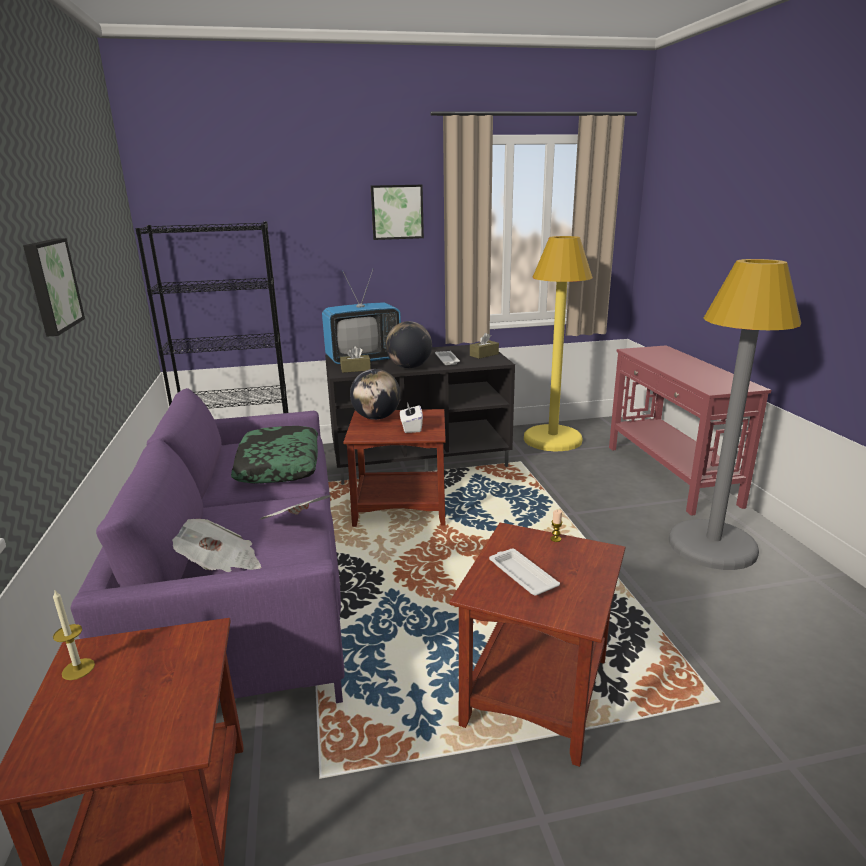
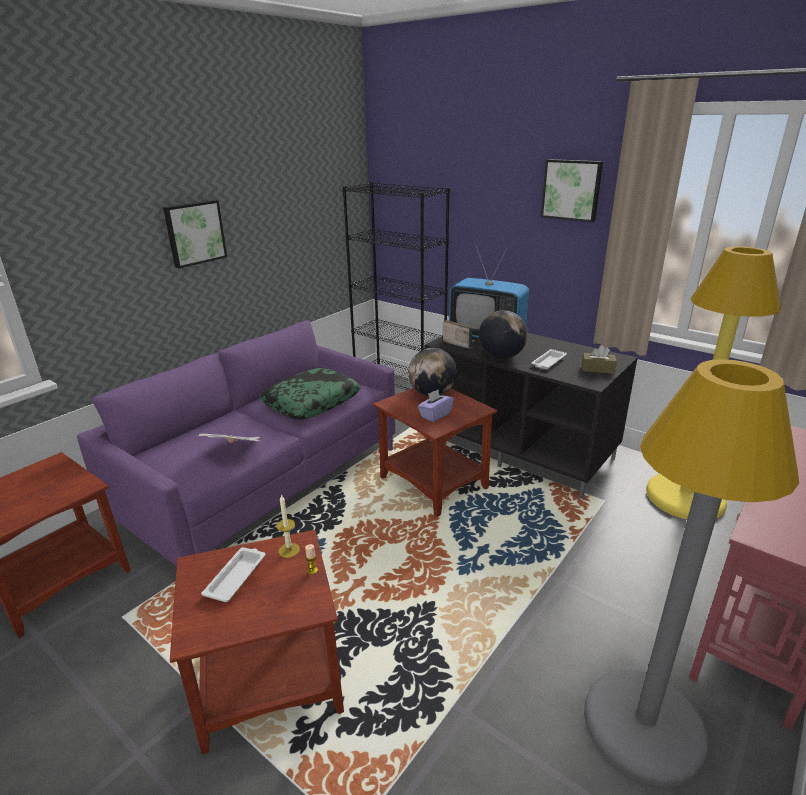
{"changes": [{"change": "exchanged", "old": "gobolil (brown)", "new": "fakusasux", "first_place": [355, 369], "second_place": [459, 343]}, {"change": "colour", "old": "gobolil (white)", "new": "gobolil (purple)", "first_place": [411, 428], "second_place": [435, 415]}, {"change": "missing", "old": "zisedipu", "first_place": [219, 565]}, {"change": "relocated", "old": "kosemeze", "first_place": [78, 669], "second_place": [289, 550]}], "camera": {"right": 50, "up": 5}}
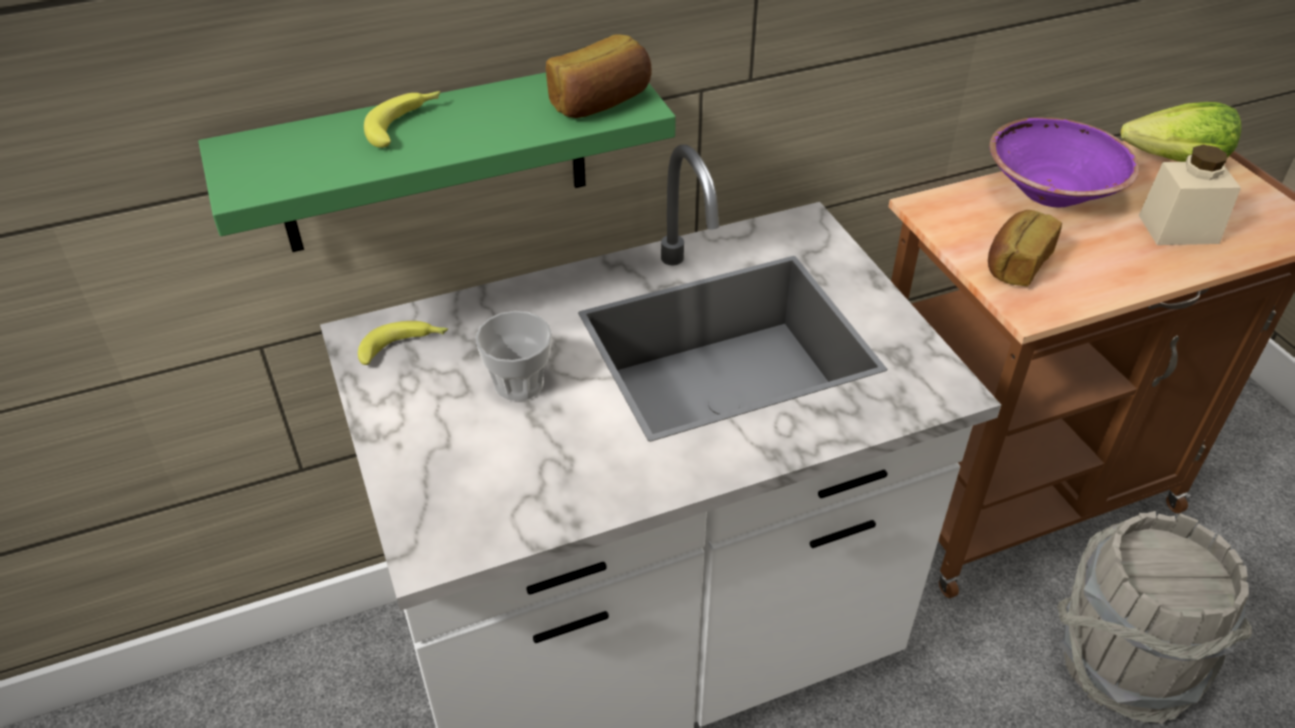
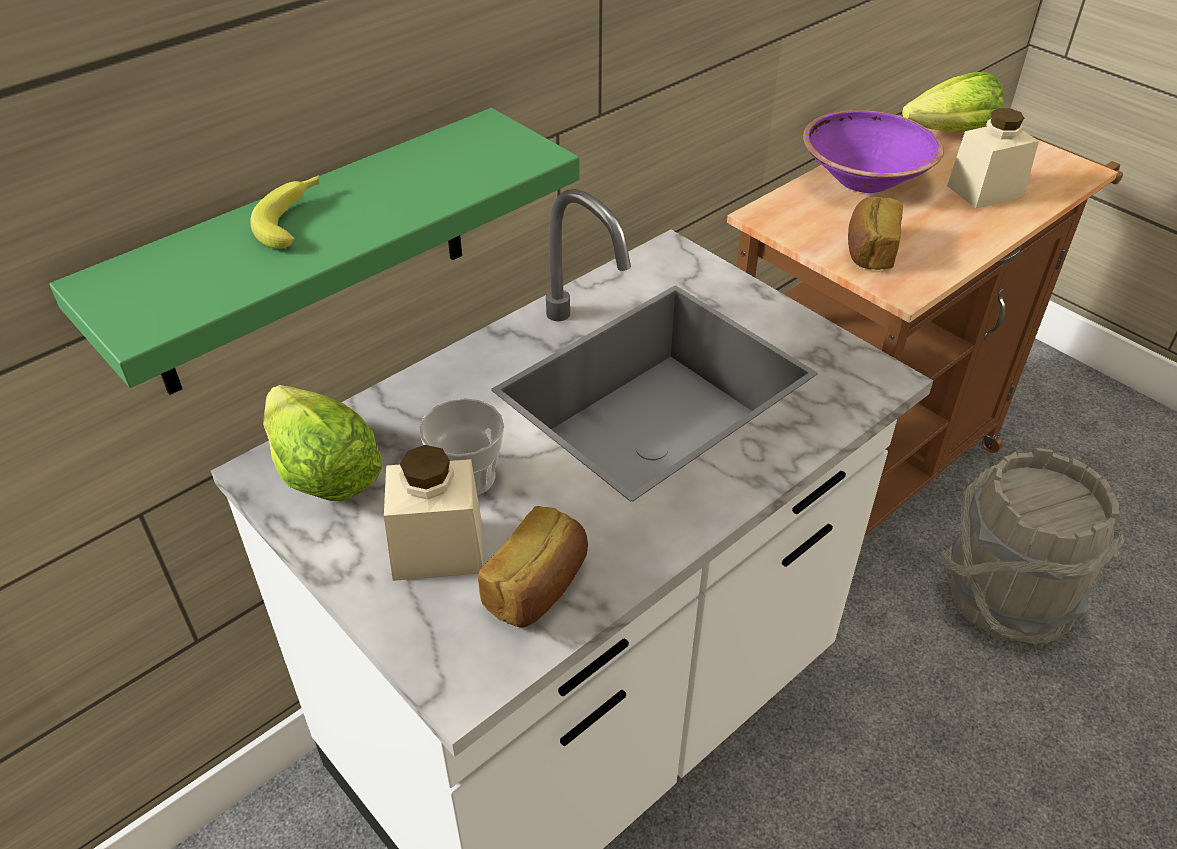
{"changes": [{"change": "relocated", "old": "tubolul", "first_place": [601, 102], "second_place": [538, 588]}, {"change": "exchanged", "old": "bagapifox", "new": "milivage", "first_place": [404, 347], "second_place": [322, 471]}, {"change": "appeared", "new": "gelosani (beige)", "second_place": [438, 549]}], "camera": {"right": -20, "up": 0}}
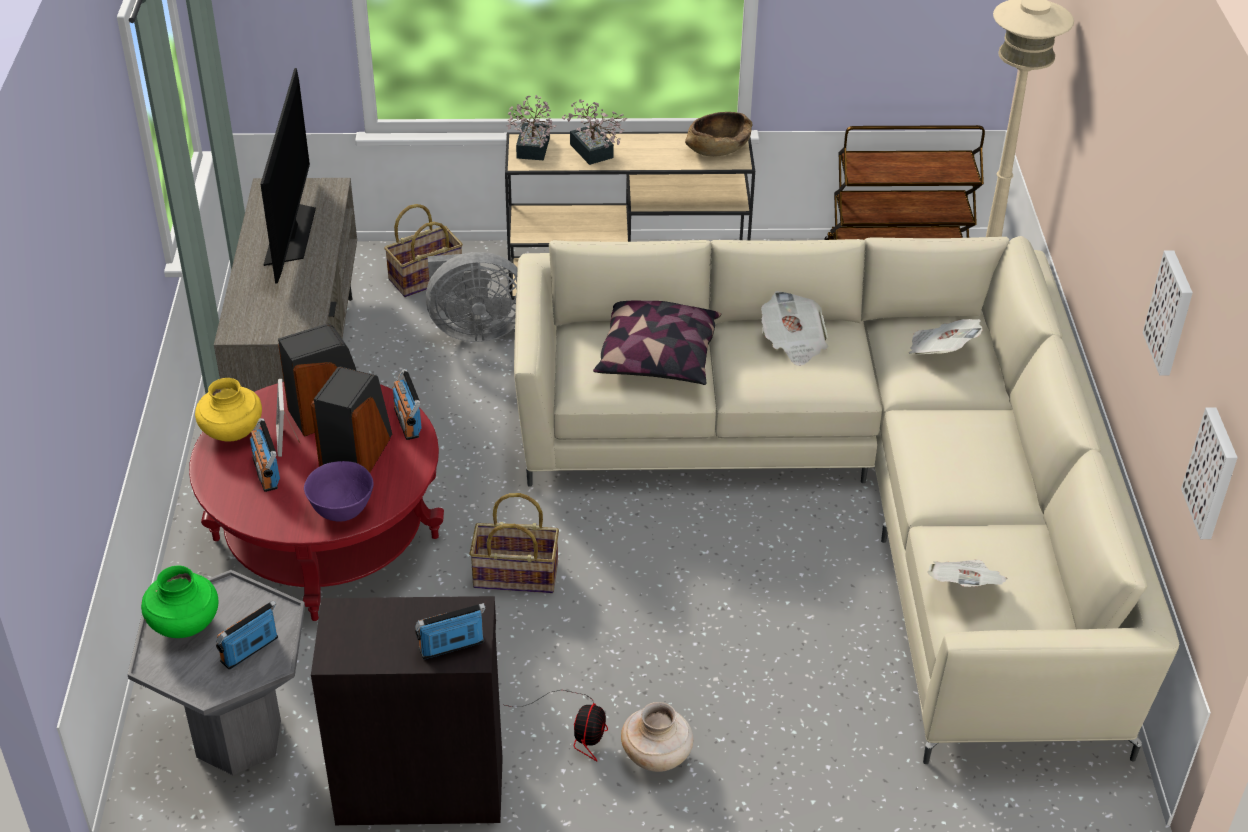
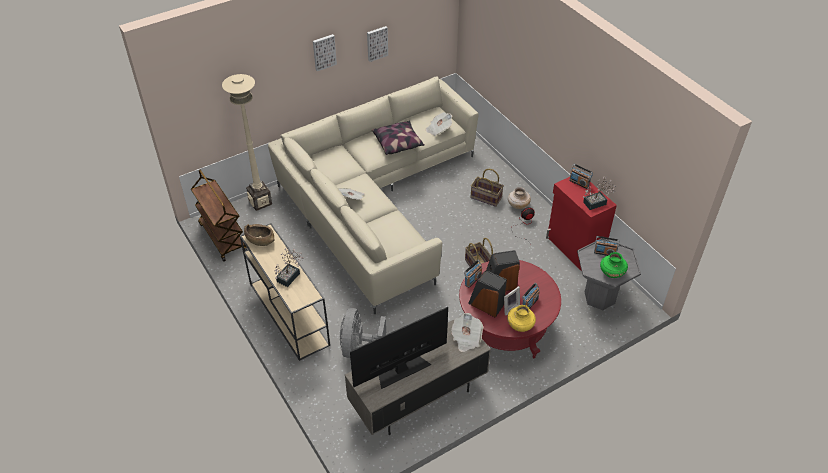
{"changes": [{"change": "relocated", "old": "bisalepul", "first_place": [531, 151], "second_place": [597, 202]}, {"change": "relocated", "old": "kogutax", "first_place": [425, 277], "second_place": [485, 198]}, {"change": "spun", "old": "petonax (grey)", "first_place": [475, 329], "second_place": [358, 346], "degrees": -135}, {"change": "relocated", "old": "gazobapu", "first_place": [657, 359], "second_place": [398, 143]}, {"change": "relocated", "old": "zisedipu", "first_place": [941, 351], "second_place": [466, 338]}, {"change": "relocated", "old": "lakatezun", "first_place": [1214, 473], "second_place": [324, 52]}, {"change": "missing", "old": "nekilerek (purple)", "first_place": [342, 510]}, {"change": "colour", "old": "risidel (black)", "new": "risidel (red)", "first_place": [419, 785], "second_place": [574, 248]}], "camera": {"right": -120, "up": 5}}
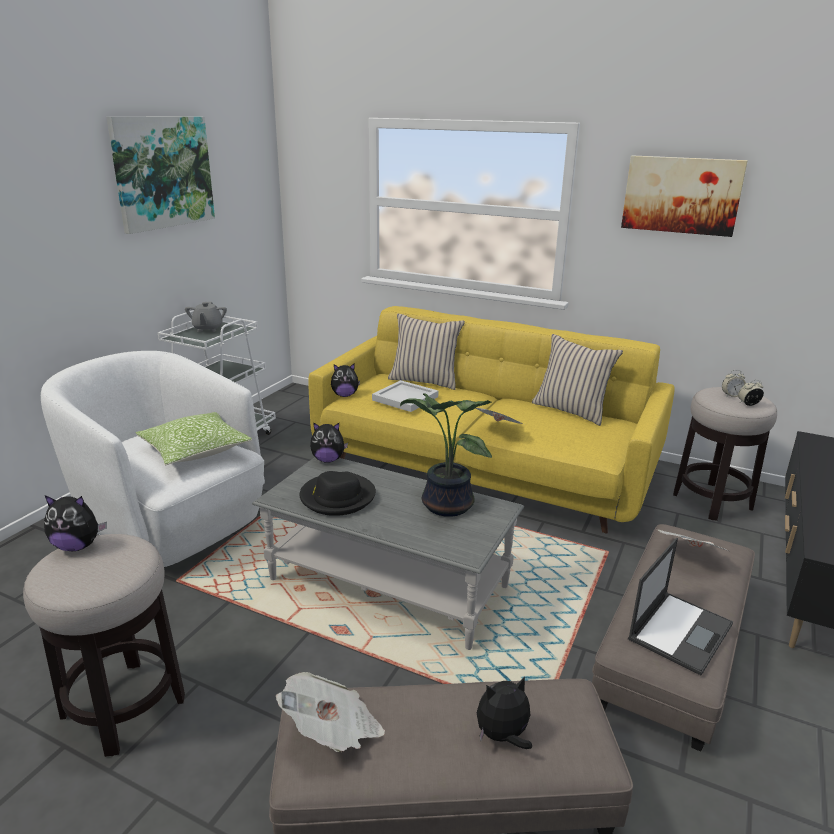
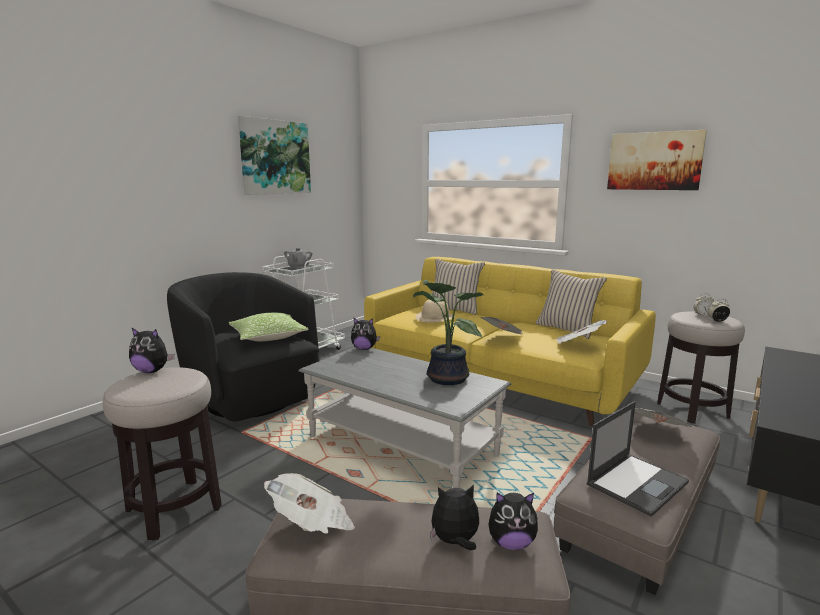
{"changes": [{"change": "colour", "old": "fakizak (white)", "new": "fakizak (black)", "first_place": [171, 524], "second_place": [250, 398]}, {"change": "relocated", "old": "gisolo", "first_place": [345, 395], "second_place": [511, 543]}, {"change": "exchanged", "old": "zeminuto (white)", "new": "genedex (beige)", "first_place": [405, 398], "second_place": [435, 317]}, {"change": "missing", "old": "genedex (black)", "first_place": [337, 497]}, {"change": "appeared", "new": "zisedipu", "second_place": [578, 344]}], "camera": {"right": 10, "up": -10}}
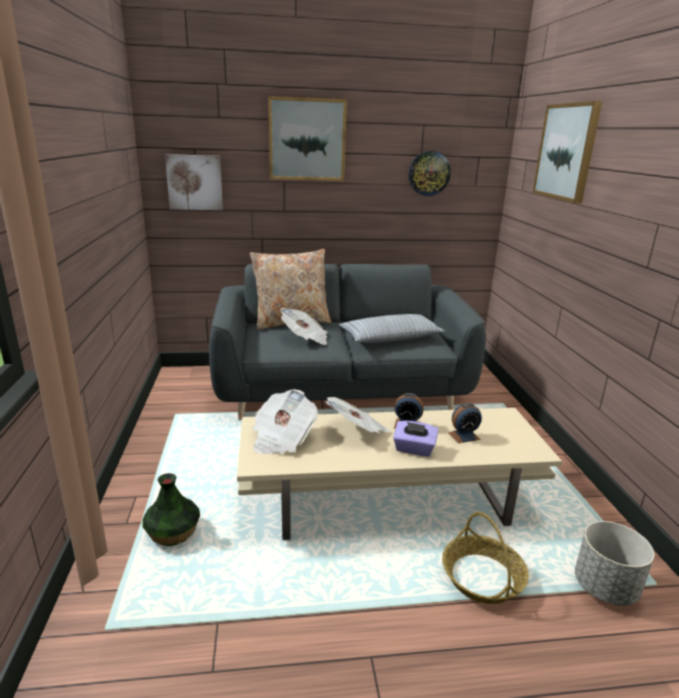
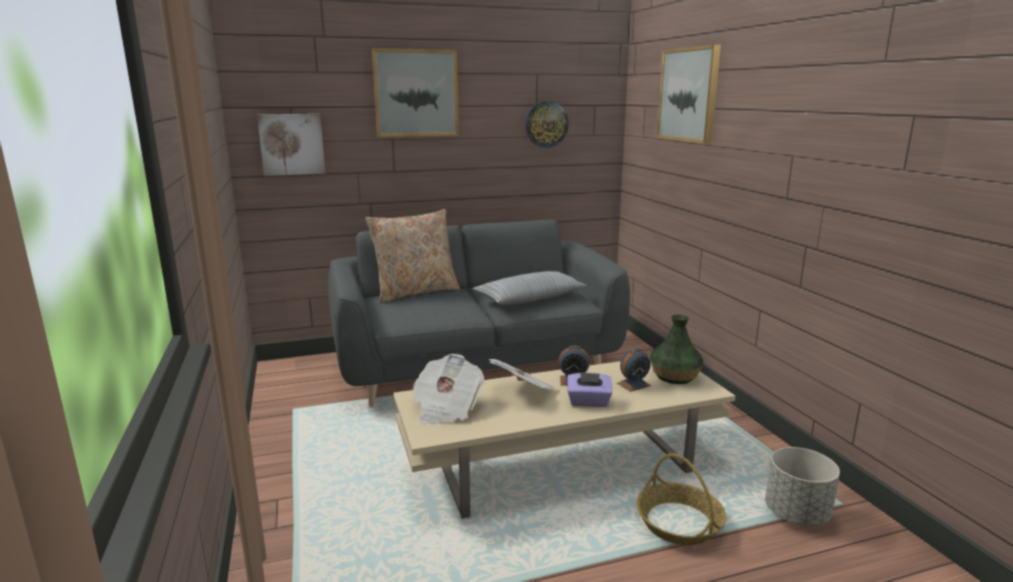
{"changes": [{"change": "missing", "old": "zisedipu", "first_place": [305, 339]}, {"change": "relocated", "old": "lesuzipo", "first_place": [173, 533], "second_place": [675, 377]}], "camera": {"right": -10, "up": -5}}
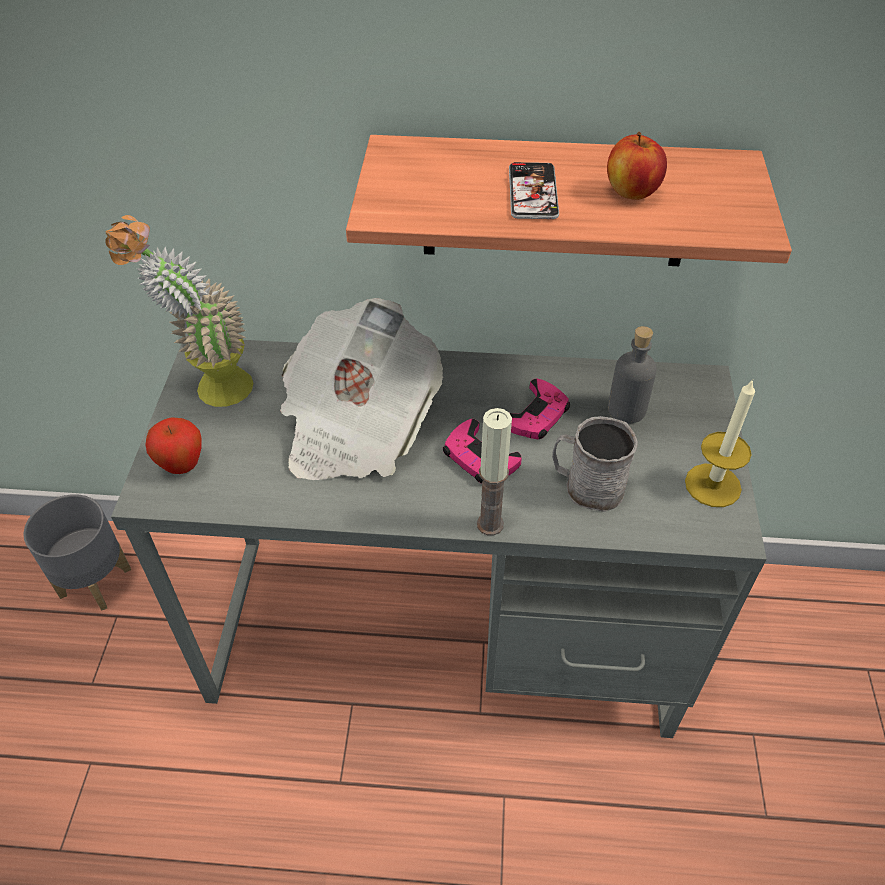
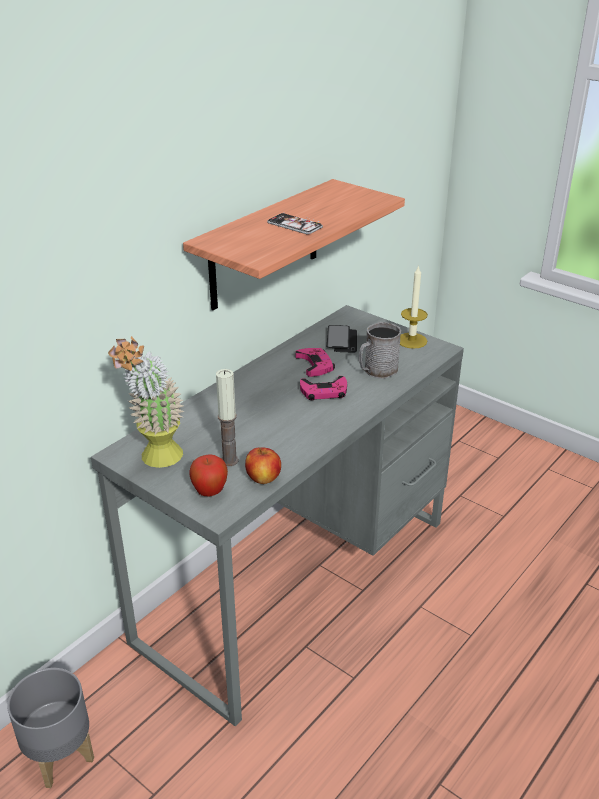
{"changes": [{"change": "relocated", "old": "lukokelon", "first_place": [632, 192], "second_place": [263, 478]}, {"change": "missing", "old": "zisedipu", "first_place": [356, 425]}, {"change": "exchanged", "old": "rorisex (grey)", "new": "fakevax", "first_place": [626, 409], "second_place": [342, 340]}, {"change": "relocated", "old": "kosemeze", "first_place": [490, 524], "second_place": [229, 460]}], "camera": {"right": -55, "up": -15}}
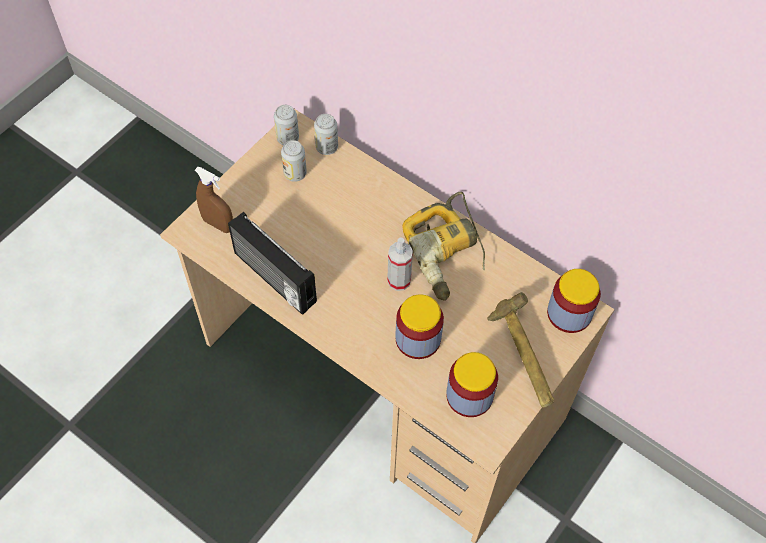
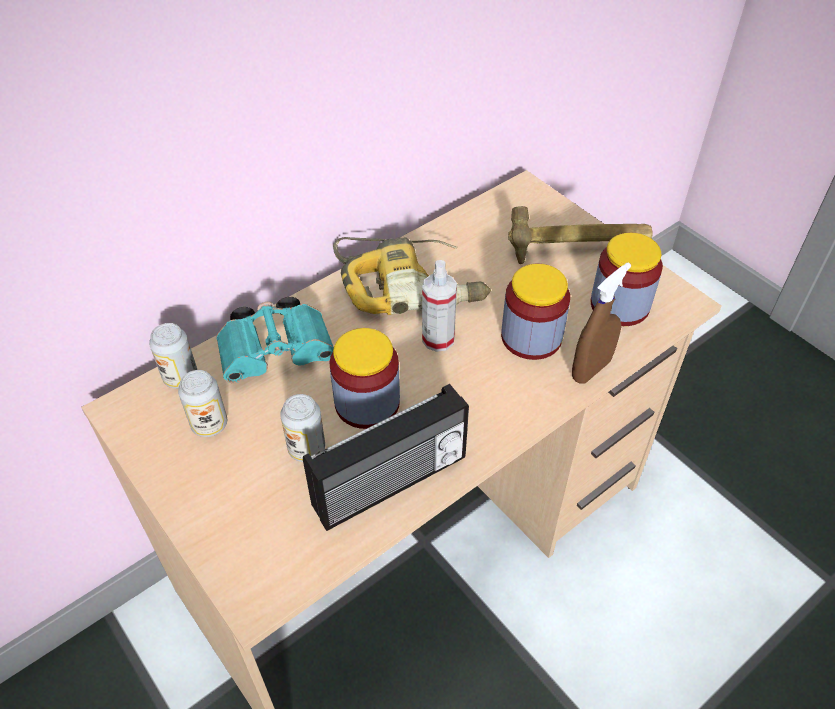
{"changes": [{"change": "relocated", "old": "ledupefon", "first_place": [288, 138], "second_place": [306, 448]}, {"change": "relocated", "old": "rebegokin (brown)", "first_place": [218, 224], "second_place": [591, 369]}, {"change": "relocated", "old": "gelosani", "first_place": [569, 313], "second_place": [367, 403]}, {"change": "appeared", "new": "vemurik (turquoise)", "second_place": [279, 353]}], "camera": {"right": -75, "up": -10}}
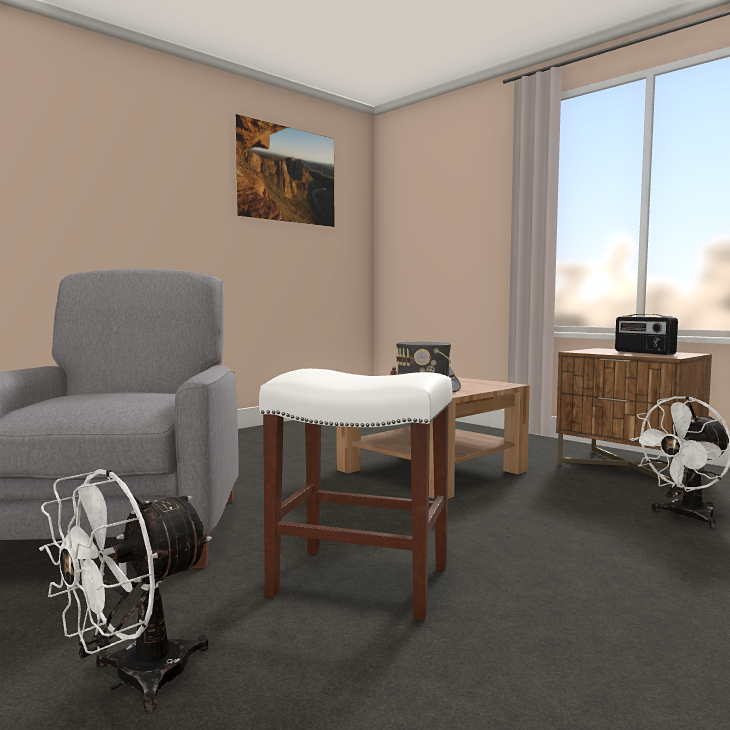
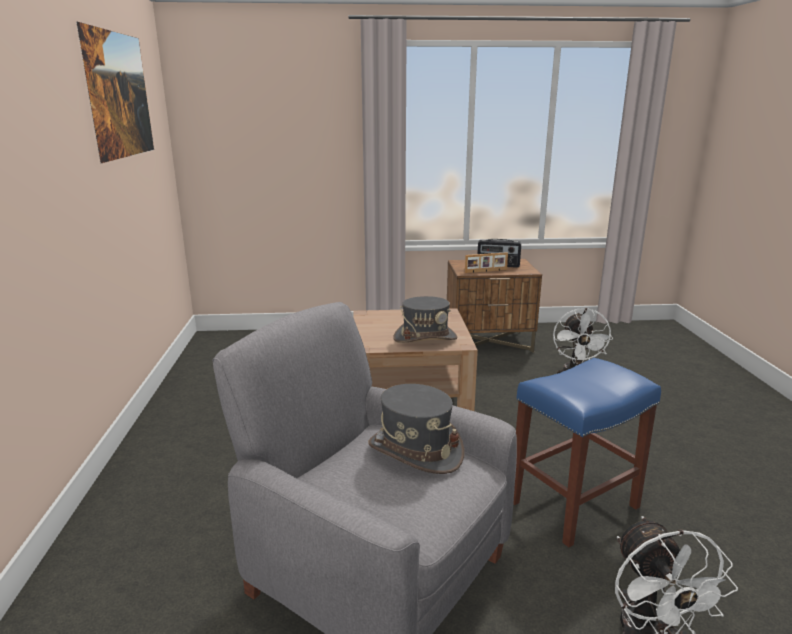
{"changes": [{"change": "colour", "old": "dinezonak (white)", "new": "dinezonak (blue)", "first_place": [358, 581], "second_place": [573, 505]}, {"change": "appeared", "new": "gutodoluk", "second_place": [486, 271]}, {"change": "appeared", "new": "genedex (grey)", "second_place": [415, 451]}], "camera": {"right": -50, "up": 15}}
